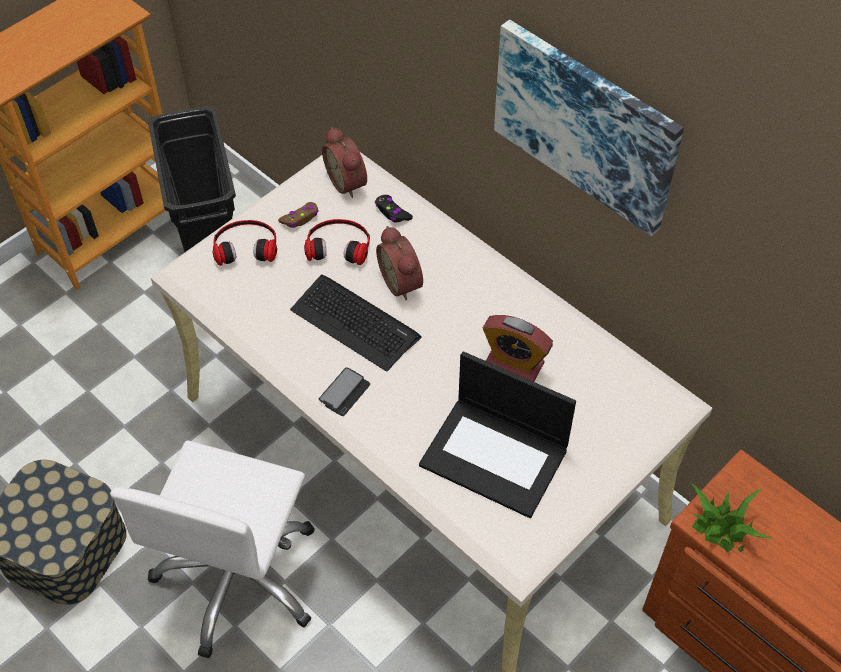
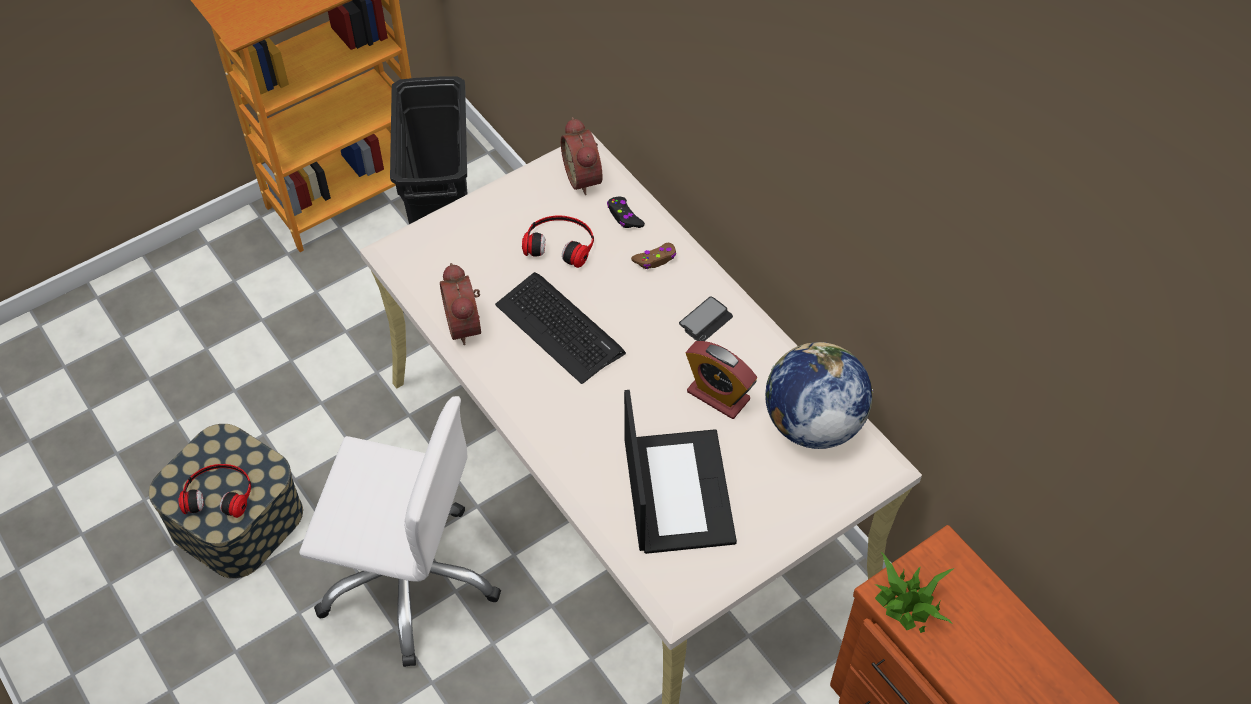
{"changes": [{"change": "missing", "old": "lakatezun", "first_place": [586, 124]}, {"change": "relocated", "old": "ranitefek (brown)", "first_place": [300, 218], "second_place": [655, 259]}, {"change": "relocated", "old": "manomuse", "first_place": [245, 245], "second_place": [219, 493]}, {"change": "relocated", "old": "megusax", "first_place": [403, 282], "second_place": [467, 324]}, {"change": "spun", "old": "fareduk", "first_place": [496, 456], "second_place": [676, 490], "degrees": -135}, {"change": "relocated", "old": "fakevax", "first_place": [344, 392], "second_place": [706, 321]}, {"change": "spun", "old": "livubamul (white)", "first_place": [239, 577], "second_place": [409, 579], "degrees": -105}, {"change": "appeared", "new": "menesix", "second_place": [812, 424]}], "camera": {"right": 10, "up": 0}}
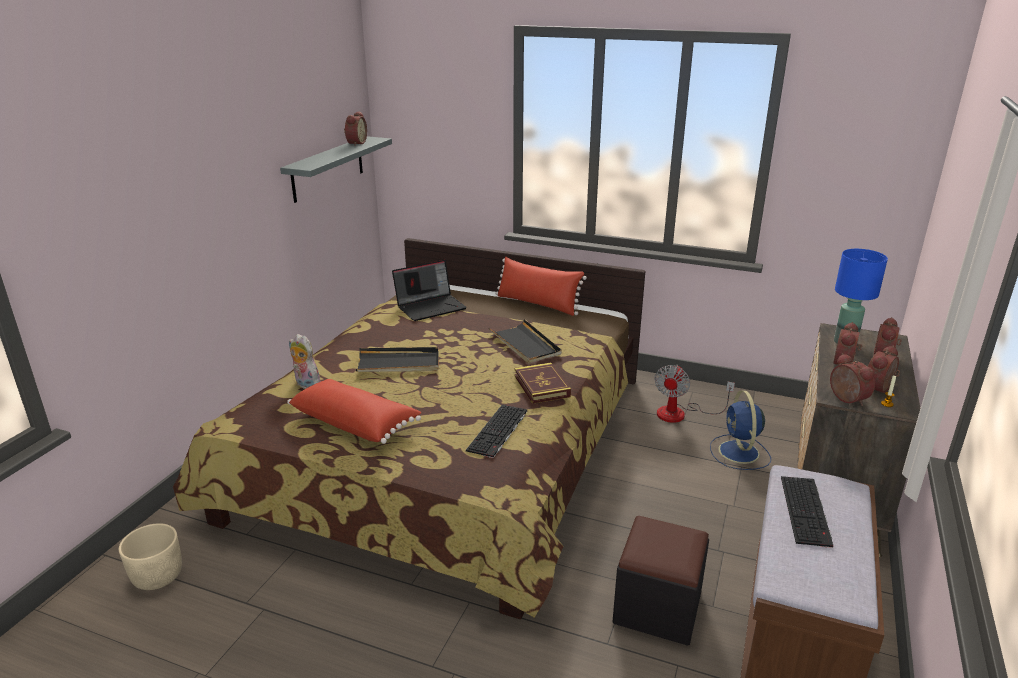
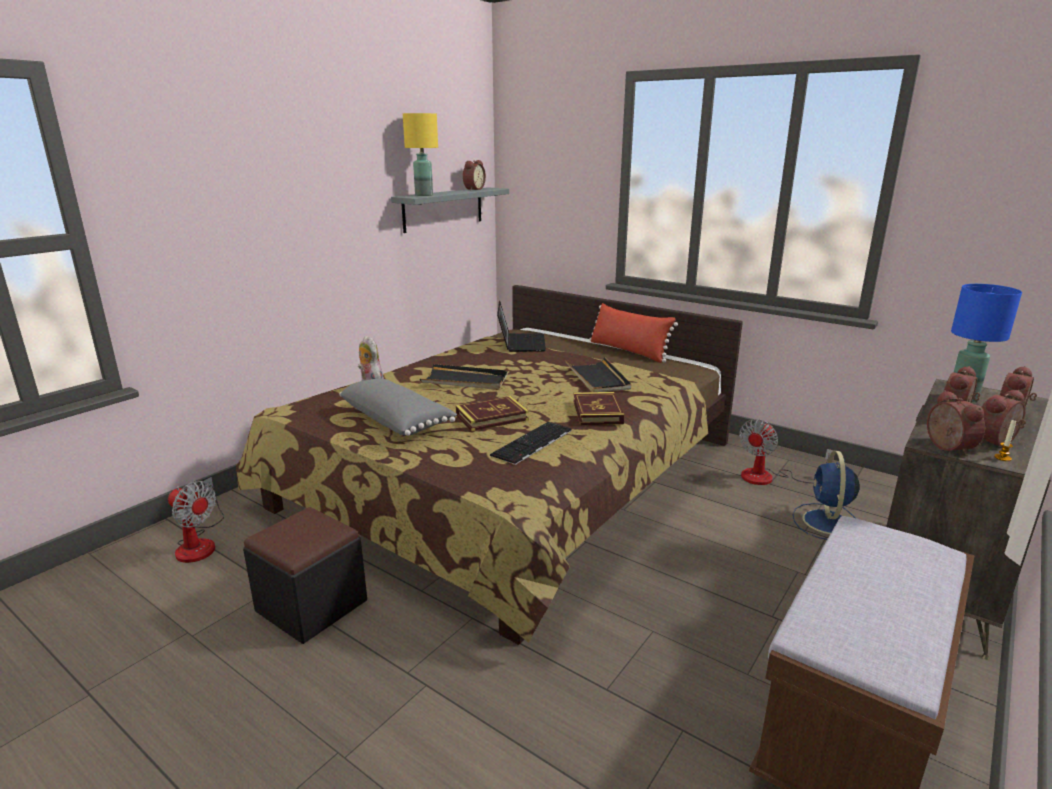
{"changes": [{"change": "spun", "old": "fareduk", "first_place": [431, 306], "second_place": [520, 343], "degrees": -75}, {"change": "colour", "old": "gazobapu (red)", "new": "gazobapu (grey)", "first_place": [355, 422], "second_place": [397, 420]}, {"change": "missing", "old": "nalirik", "first_place": [807, 511]}, {"change": "relocated", "old": "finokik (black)", "first_place": [657, 607], "second_place": [312, 606]}, {"change": "exchanged", "old": "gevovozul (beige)", "new": "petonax", "first_place": [158, 576], "second_place": [199, 543]}, {"change": "appeared", "new": "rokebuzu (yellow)", "second_place": [424, 195]}, {"change": "appeared", "new": "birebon", "second_place": [491, 417]}], "camera": {"right": 15, "up": -5}}
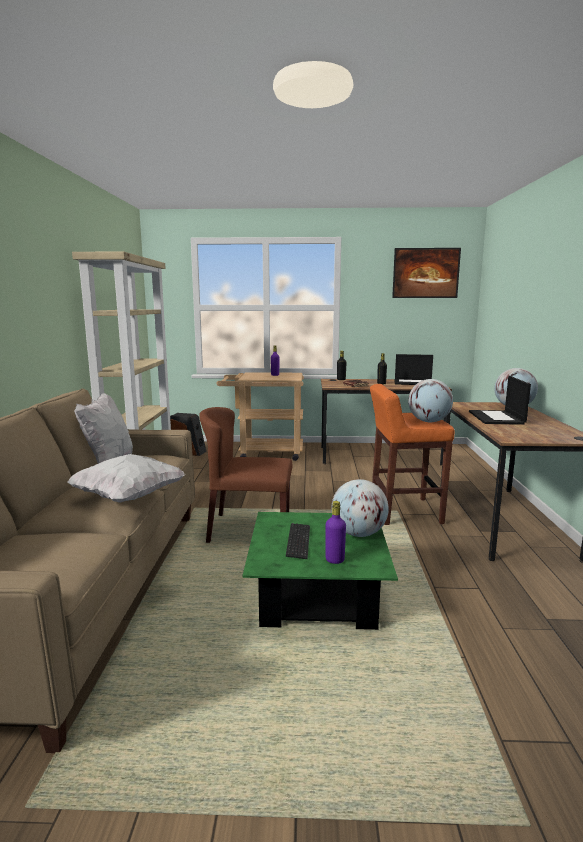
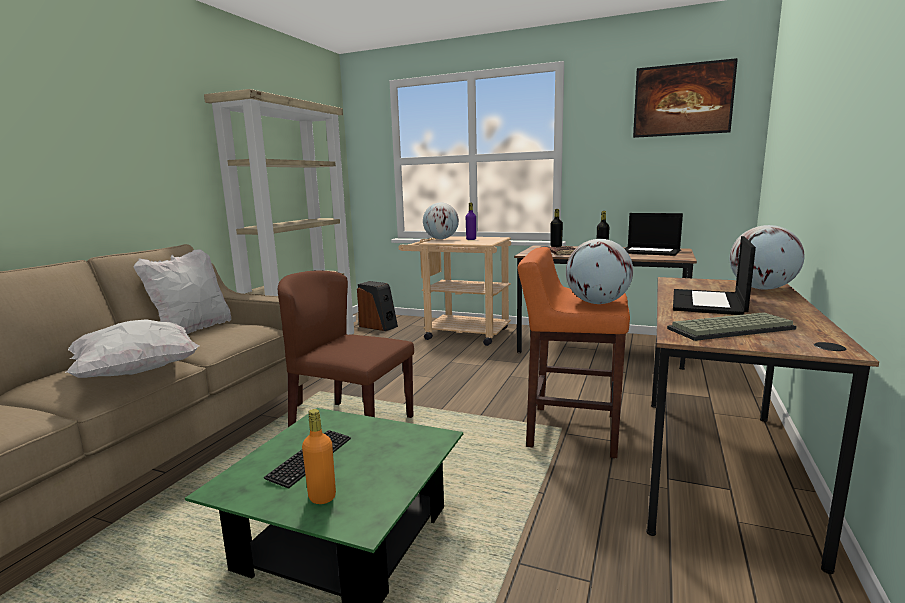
{"changes": [{"change": "relocated", "old": "menesix", "first_place": [358, 534], "second_place": [441, 239]}, {"change": "colour", "old": "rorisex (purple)", "new": "rorisex (orange)", "first_place": [335, 560], "second_place": [322, 497]}, {"change": "appeared", "new": "nalirik", "second_place": [731, 329]}], "camera": {"right": 20, "up": 0}}
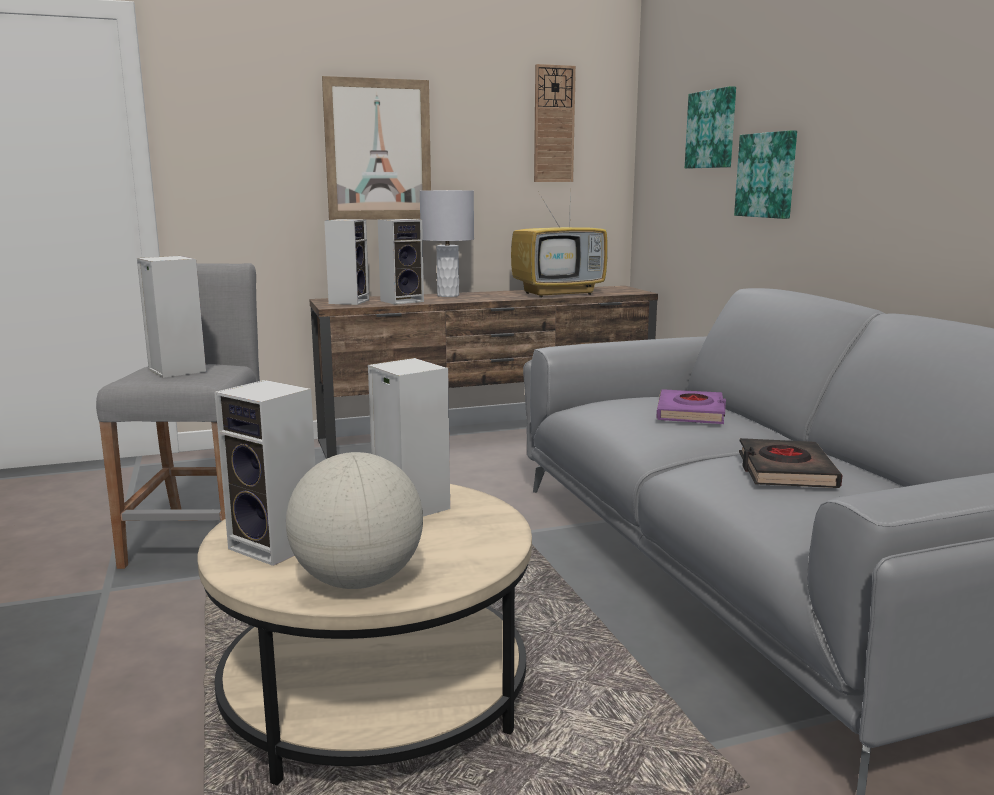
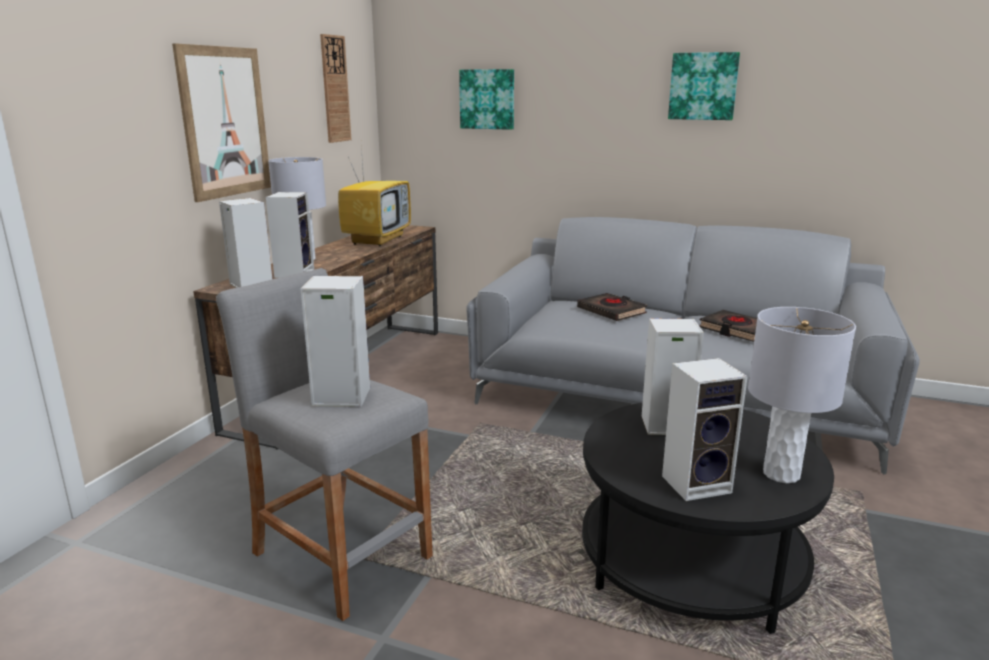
{"changes": [{"change": "relocated", "old": "lakatezun", "first_place": [767, 175], "second_place": [703, 86]}, {"change": "colour", "old": "birebon (purple)", "new": "birebon (black)", "first_place": [691, 413], "second_place": [611, 311]}, {"change": "exchanged", "old": "menesix", "new": "rokebuzu (grey)", "first_place": [358, 581], "second_place": [780, 474]}, {"change": "colour", "old": "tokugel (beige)", "new": "tokugel (black)", "first_place": [376, 692], "second_place": [691, 560]}], "camera": {"right": -50, "up": 5}}
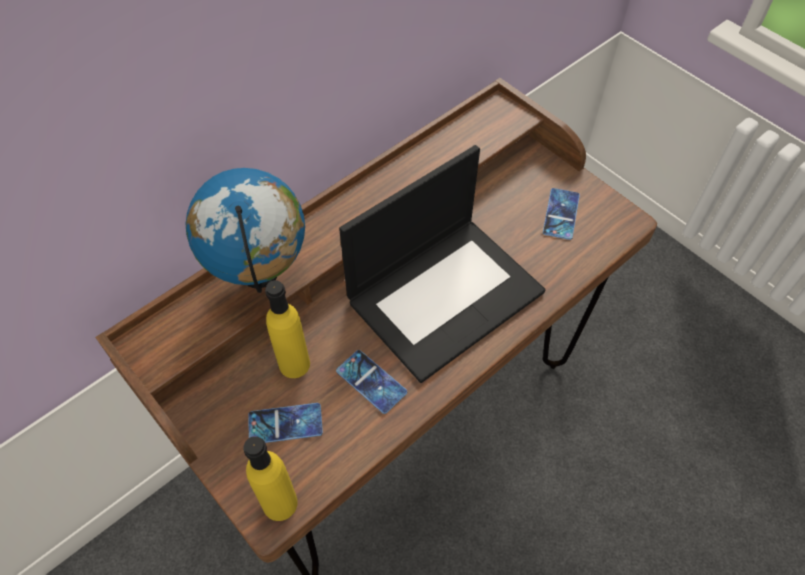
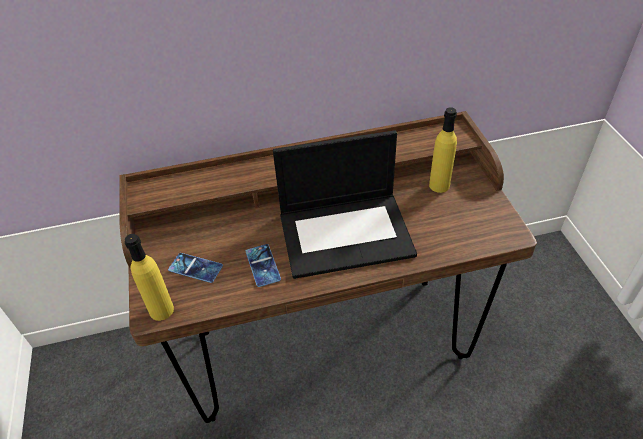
{"changes": [{"change": "missing", "old": "menesix", "first_place": [261, 275]}, {"change": "missing", "old": "fakevax", "first_place": [561, 214]}, {"change": "relocated", "old": "rorisex (yellow)", "first_place": [294, 364], "second_place": [439, 185]}], "camera": {"right": 30, "up": -10}}
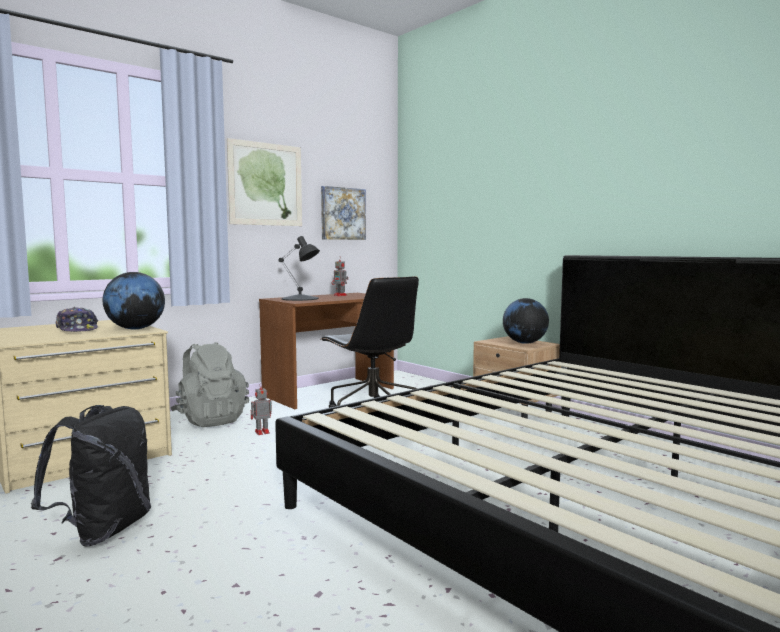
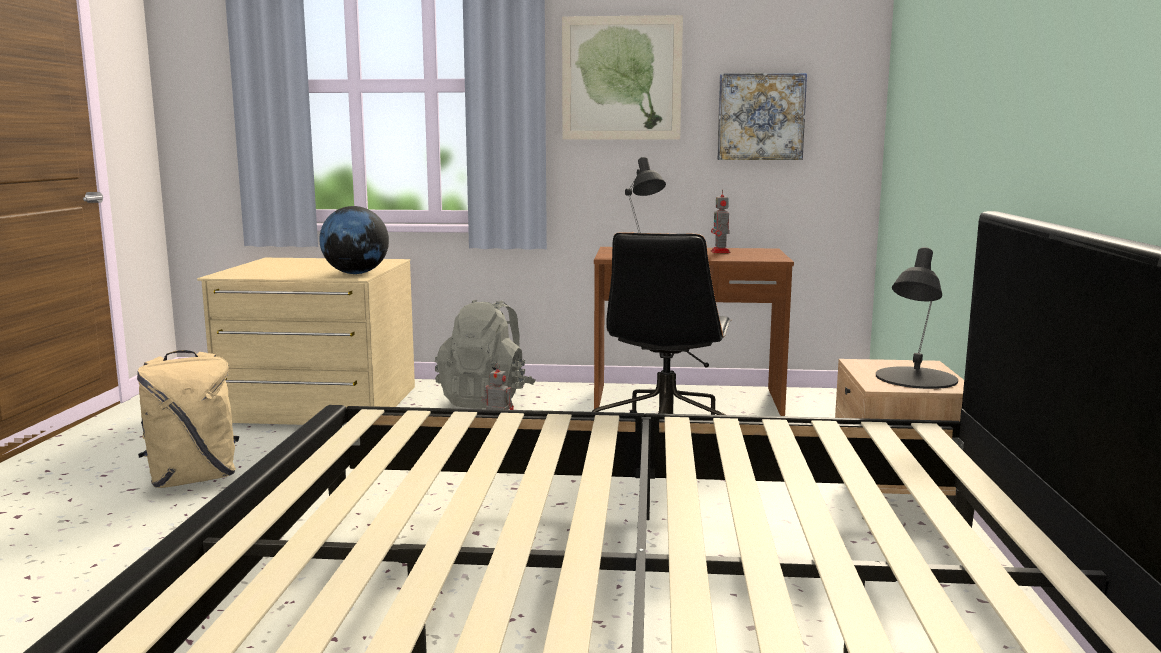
{"changes": [{"change": "exchanged", "old": "menesix", "new": "rokebuzu (black)", "first_place": [525, 343], "second_place": [915, 378]}, {"change": "missing", "old": "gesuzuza", "first_place": [77, 329]}, {"change": "colour", "old": "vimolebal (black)", "new": "vimolebal (beige)", "first_place": [103, 530], "second_place": [193, 479]}], "camera": {"right": 45, "up": 5}}
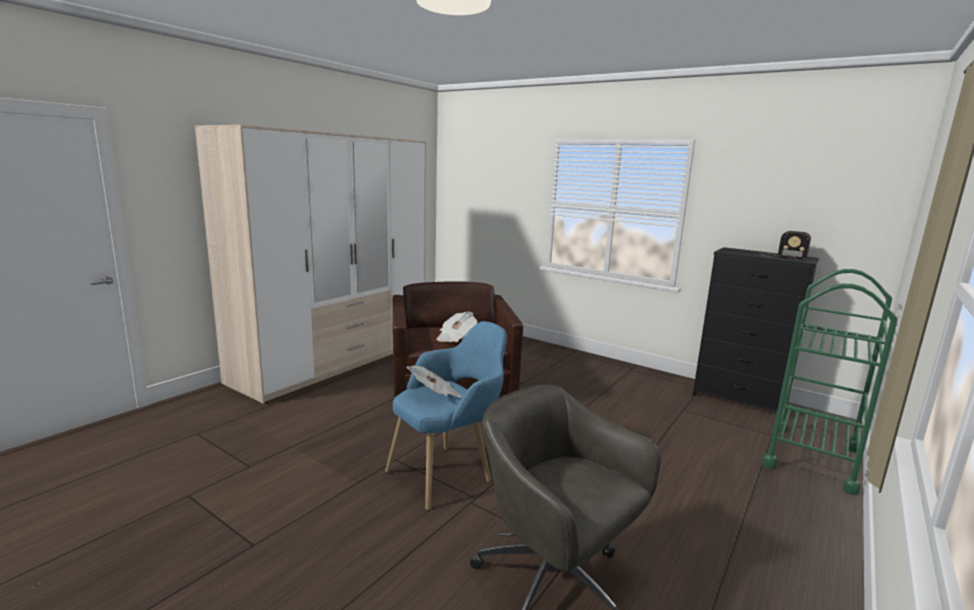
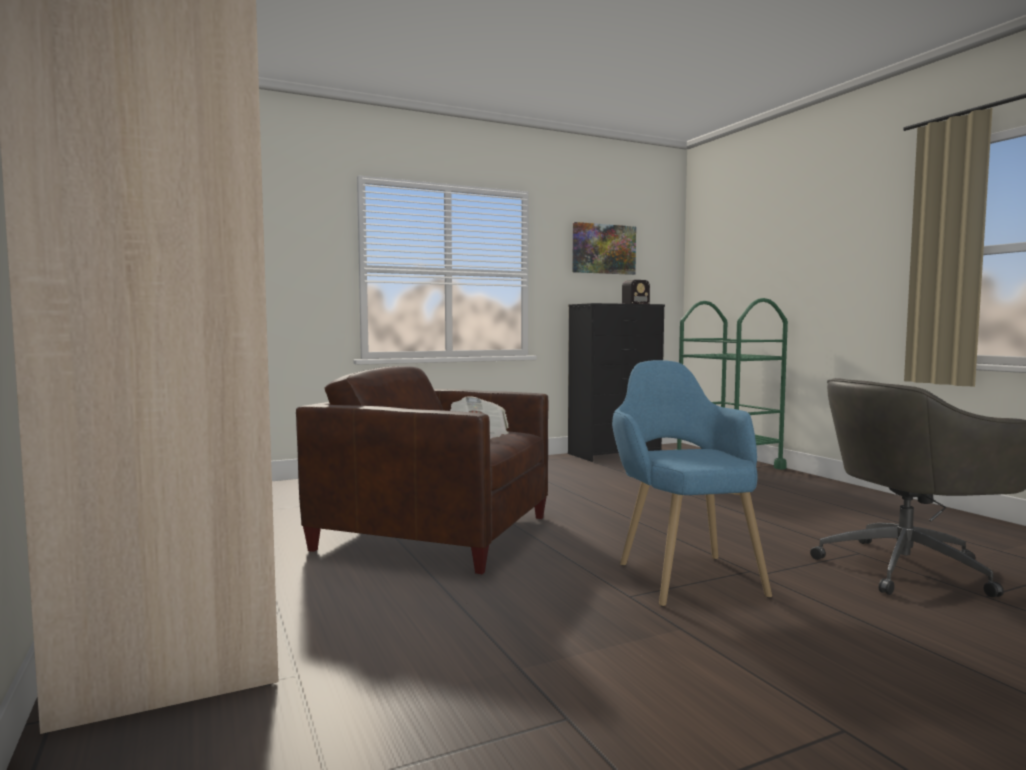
{"changes": [{"change": "missing", "old": "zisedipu", "first_place": [434, 395]}, {"change": "appeared", "new": "lakatezun", "second_place": [603, 249]}], "camera": {"right": -60, "up": -10}}
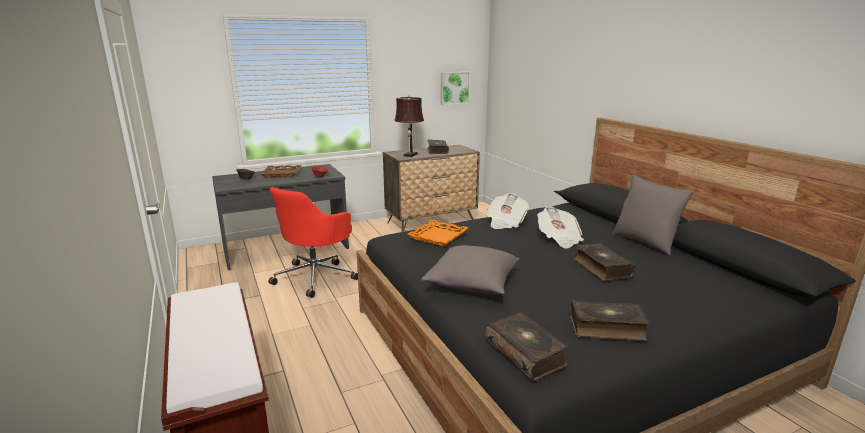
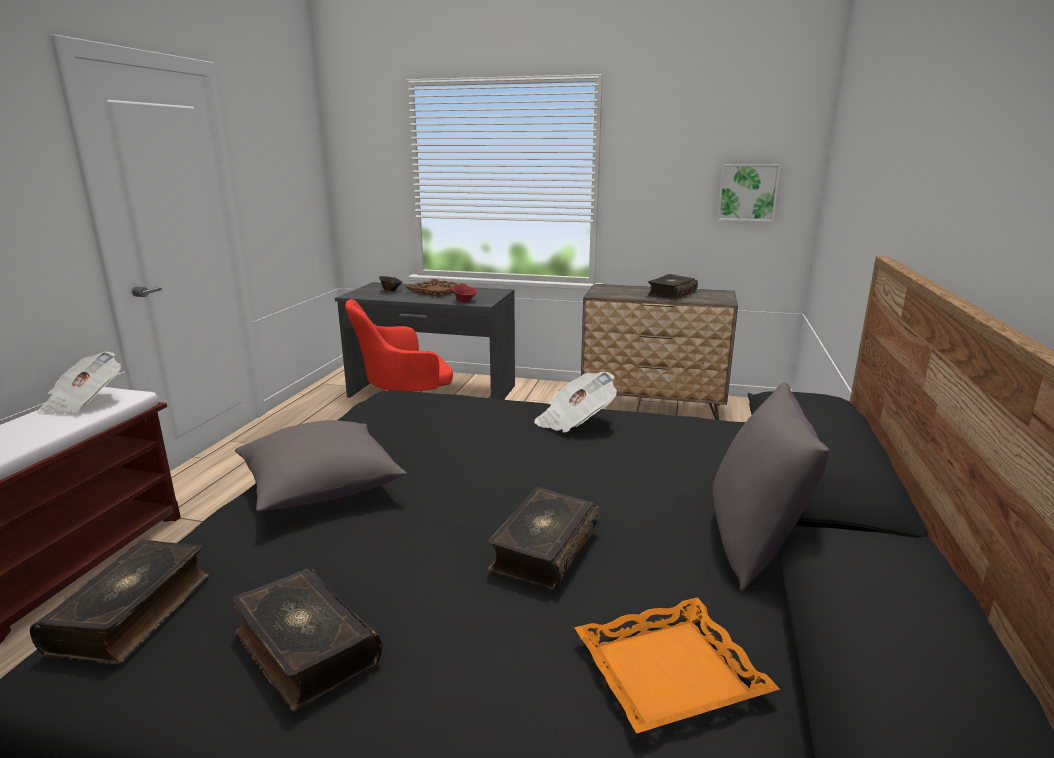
{"changes": [{"change": "missing", "old": "rokebuzu (brown)", "first_place": [409, 155]}, {"change": "relocated", "old": "zisedipu", "first_place": [559, 239], "second_place": [83, 402]}, {"change": "relocated", "old": "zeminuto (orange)", "first_place": [438, 236], "second_place": [670, 673]}], "camera": {"right": 40, "up": 0}}
